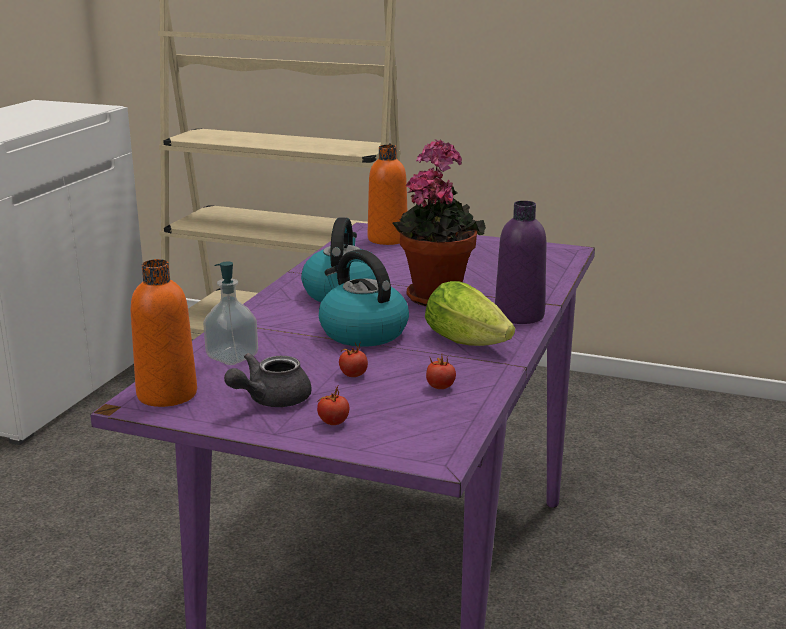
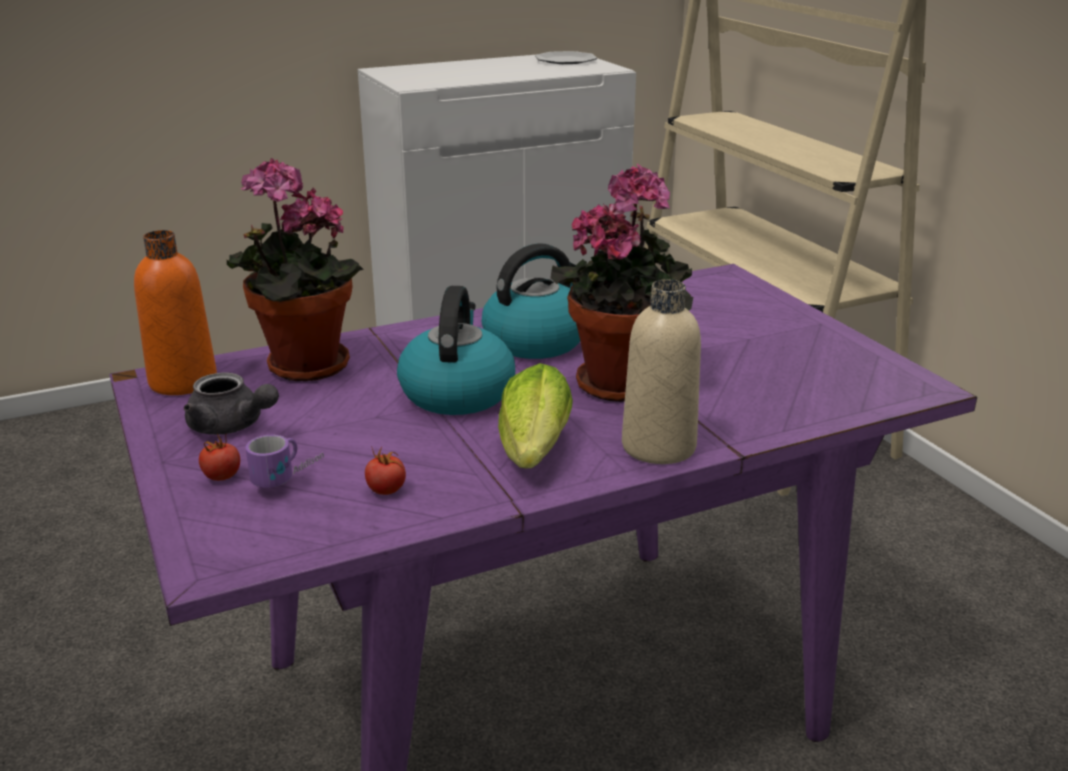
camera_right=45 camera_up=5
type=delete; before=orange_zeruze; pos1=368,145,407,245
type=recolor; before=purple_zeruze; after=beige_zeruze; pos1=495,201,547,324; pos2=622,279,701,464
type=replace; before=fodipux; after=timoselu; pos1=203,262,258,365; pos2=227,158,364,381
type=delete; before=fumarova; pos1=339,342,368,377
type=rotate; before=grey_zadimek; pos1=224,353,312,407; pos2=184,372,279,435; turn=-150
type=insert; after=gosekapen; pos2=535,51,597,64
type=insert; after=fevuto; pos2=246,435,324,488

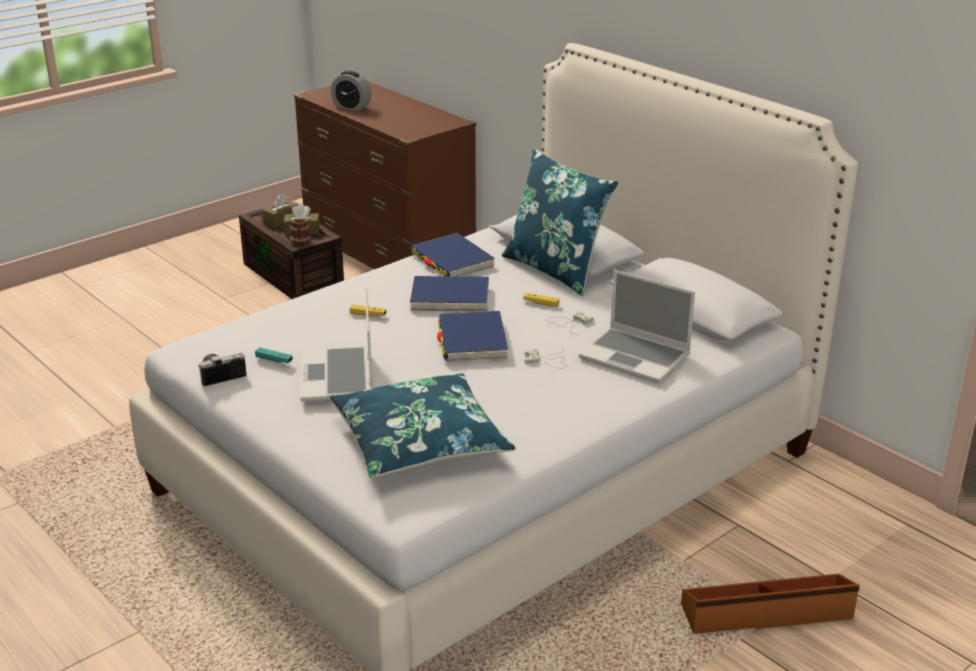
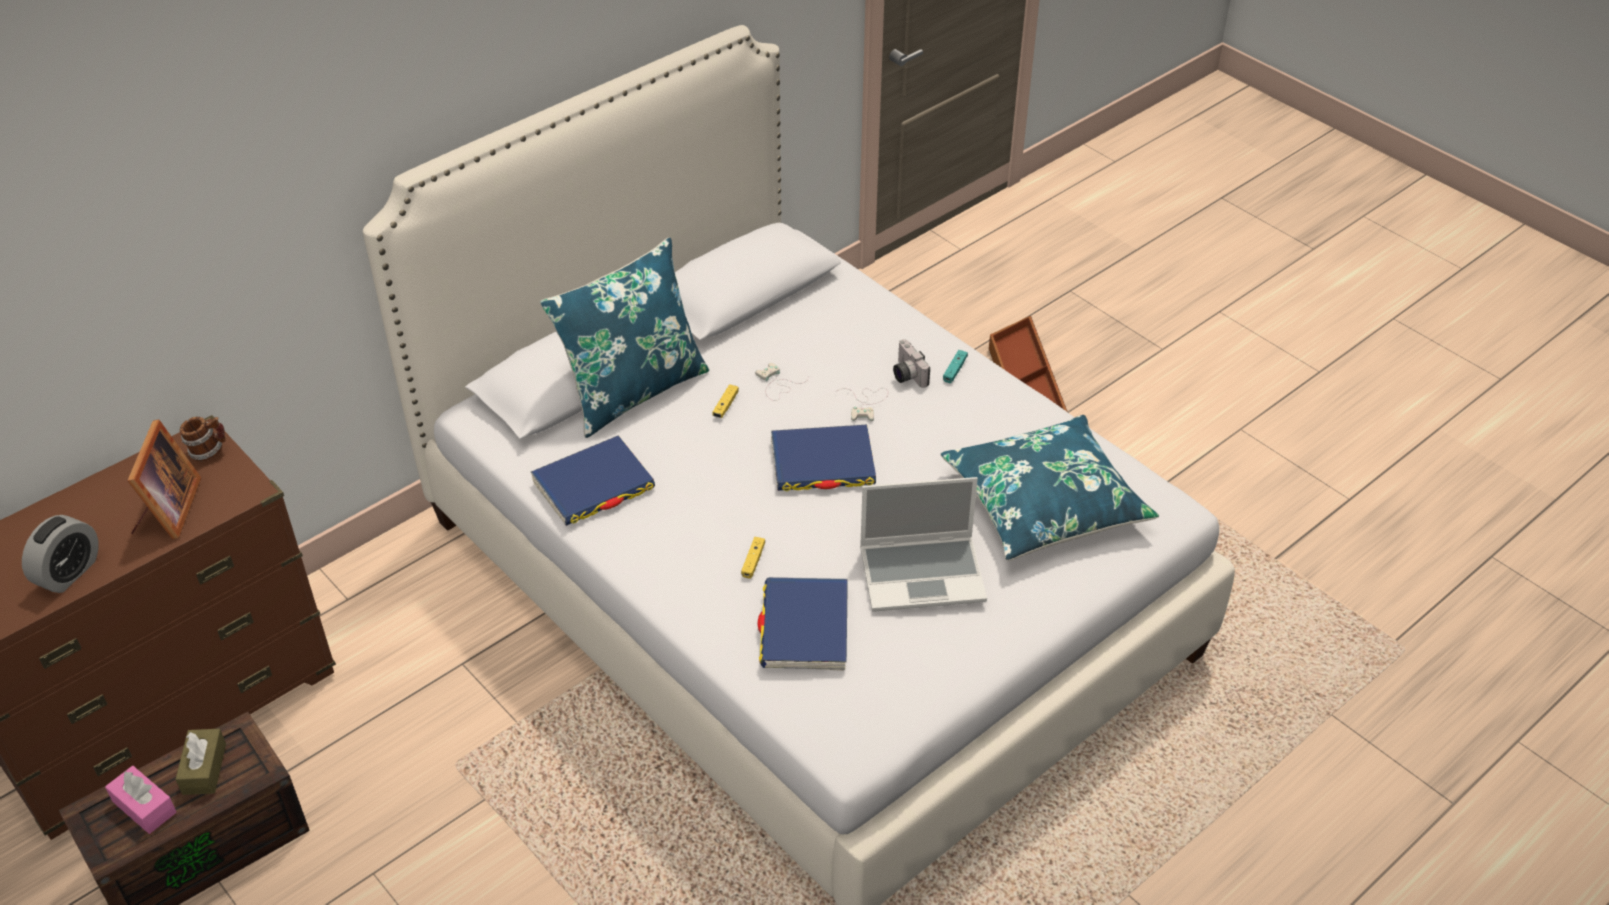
camera_right=-90 camera_up=15
type=recolor; before=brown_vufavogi; after=pink_vufavogi; pos1=262,194,298,227; pos2=105,766,176,834
type=move; before=fevuto; pos1=290,219,311,244; pos2=180,417,226,462
type=delete; before=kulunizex; pos1=579,270,695,383
type=move; before=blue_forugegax; pos1=410,276,489,311; pos2=758,577,848,671
type=move; before=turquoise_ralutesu; pos1=255,348,293,363; pos2=943,350,968,383
type=move; before=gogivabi; pos1=198,353,247,386; pos2=893,339,930,388
type=insert; after=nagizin; pos2=127,419,201,539

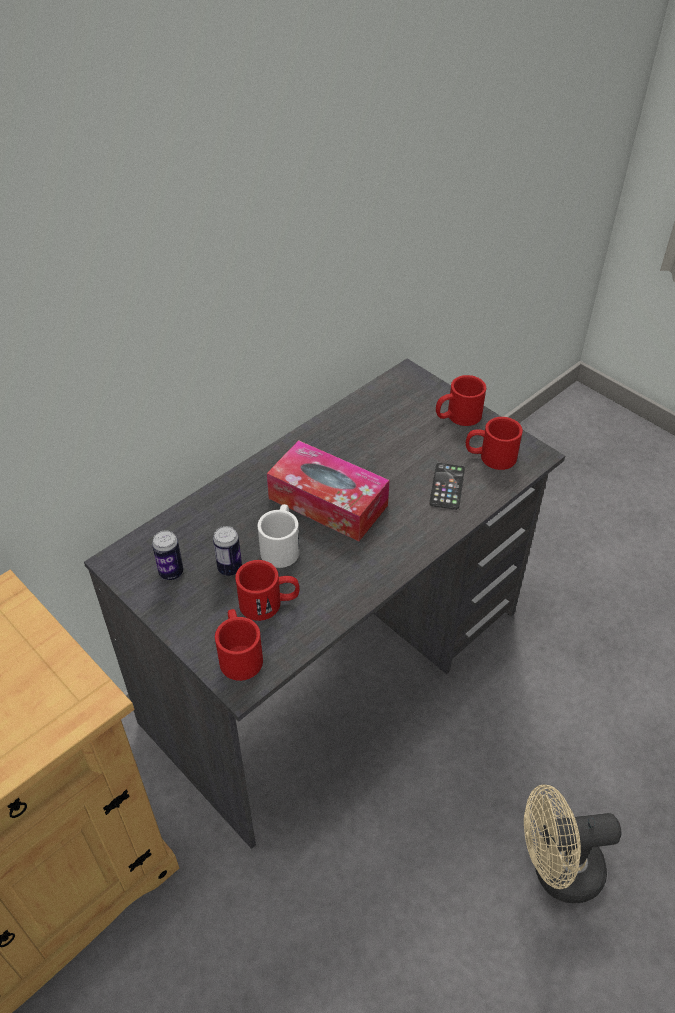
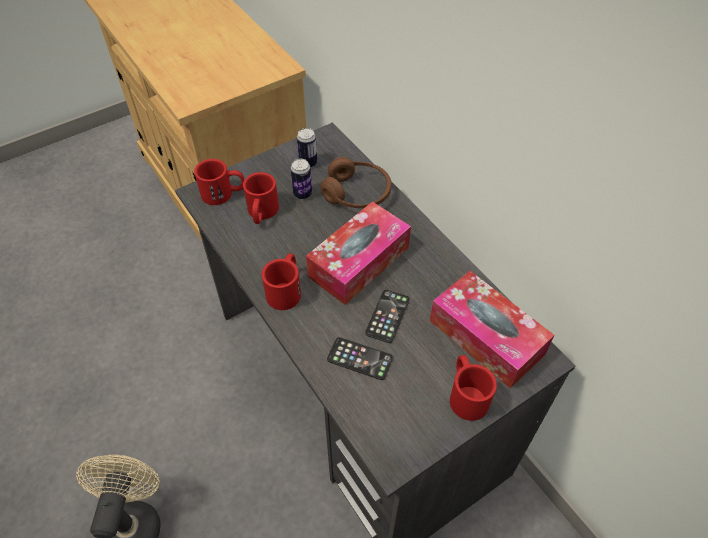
camera_right=100 camera_up=5
type=move; before=red_fevuto; pos1=466,417,523,470; pos2=262,253,301,310
type=delete; before=white_fevuto; pos1=258,504,300,568
type=insert; after=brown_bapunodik; pos2=320,157,391,208
type=insert; after=vufavogi; pos2=430,271,554,389
type=insert; after=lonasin; pos2=365,290,410,343

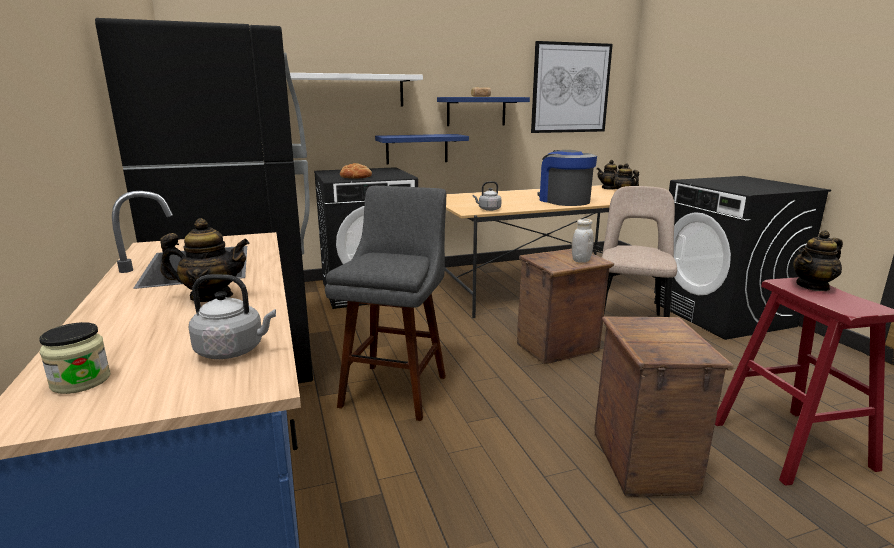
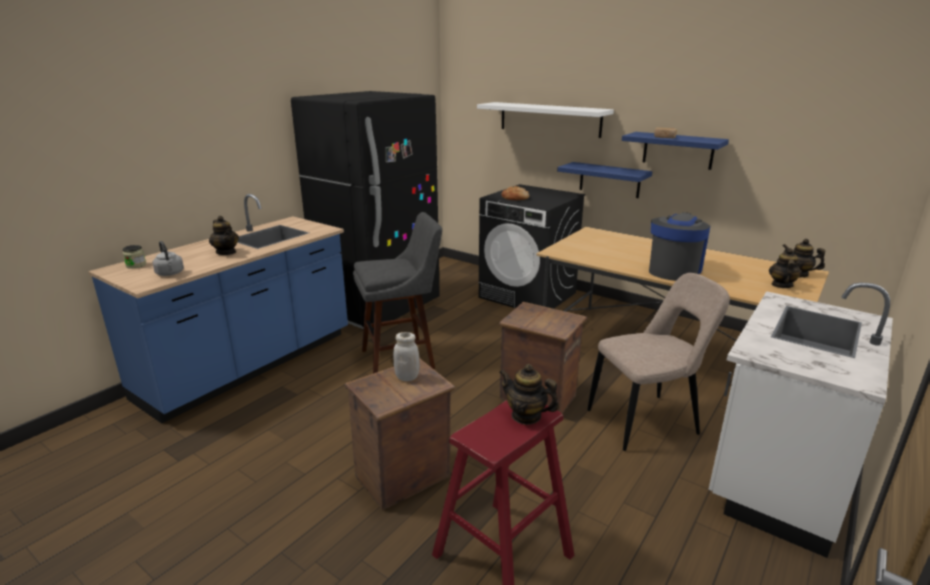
camera_right=55 camera_up=5
type=delete; before=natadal; pos1=531,41,613,133
type=replace; before=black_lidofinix; after=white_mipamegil; pos1=654,176,831,340; pos2=709,283,893,558
type=delete; before=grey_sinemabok; pos1=473,181,502,211
type=move; before=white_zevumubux; pos1=572,219,594,263; pos2=393,332,420,381

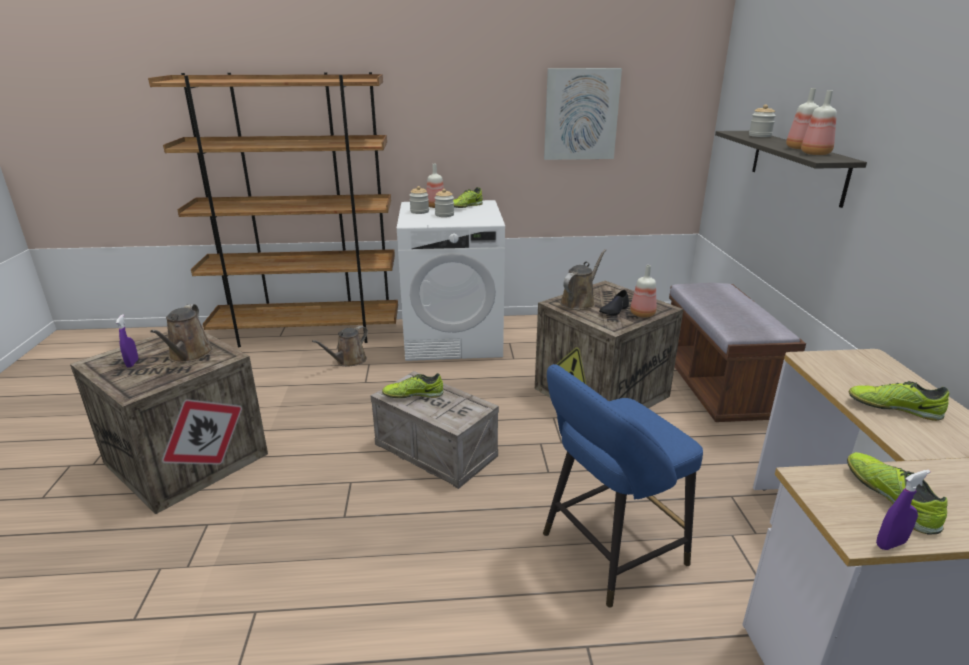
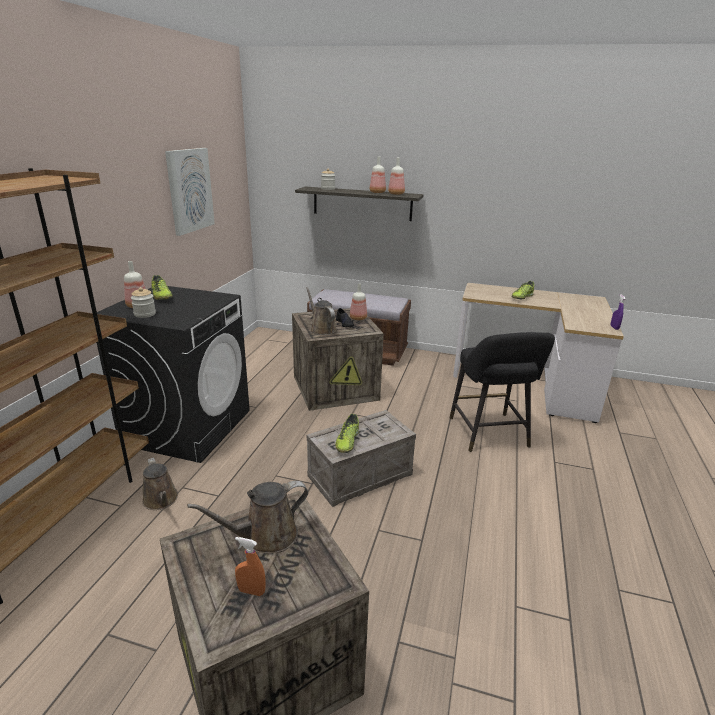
camera_right=-70 camera_up=0
type=delete; before=zevumubux; pos1=435,189,454,217
type=recolor; before=white_lidofinix; after=black_lidofinix; pos1=397,200,505,361; pos2=97,286,250,463
type=rotate; before=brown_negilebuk; pos1=150,304,213,363; pos2=187,481,308,553; turn=135
type=recolor; before=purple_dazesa; after=orange_dazesa; pos1=116,314,138,367; pos2=235,537,266,596
type=recolor; before=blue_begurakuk; after=black_begurakuk; pos1=543,364,703,608; pos2=450,332,555,452
type=delete; before=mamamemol; pos1=847,452,948,535

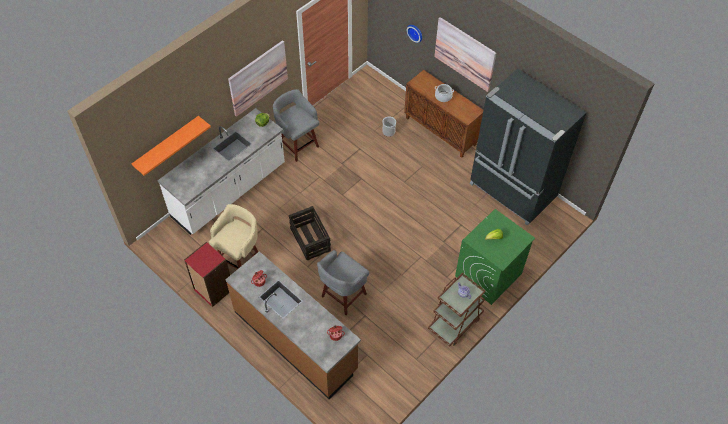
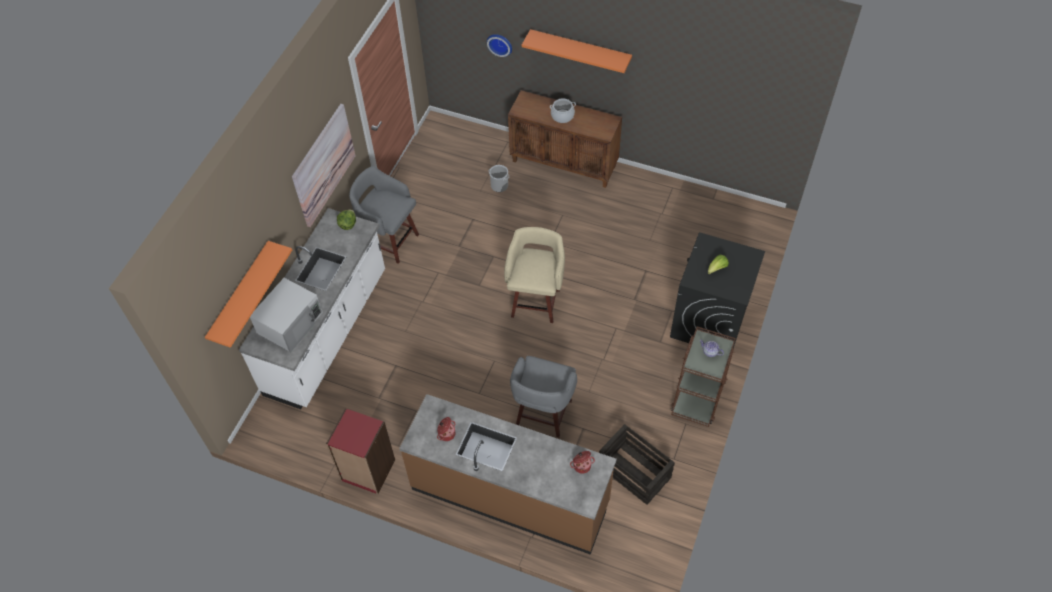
camera_right=-20 camera_up=0
type=replace; before=natadal; after=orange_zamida; pos1=434,17,496,92; pos2=522,29,632,73
type=delete; before=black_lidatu; pos1=470,69,587,226
type=move; before=beige_begurakuk; pos1=209,204,258,269; pos2=504,227,565,323
type=move; before=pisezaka; pos1=289,206,331,261; pos2=599,424,675,505
type=recolor; before=green_lidofinix; after=black_lidofinix; pos1=455,209,535,305; pos2=670,232,765,348
type=insert; after=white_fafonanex; pos2=250,278,323,352

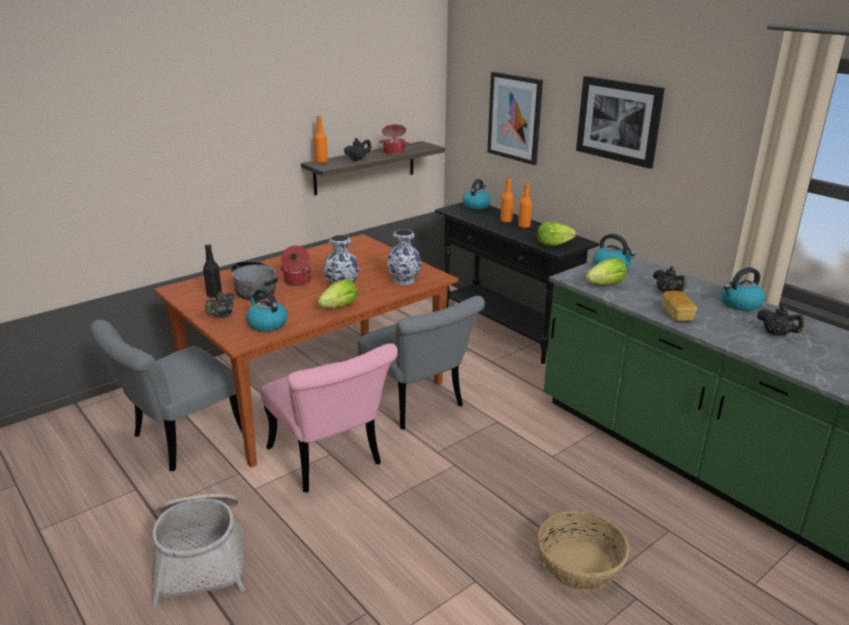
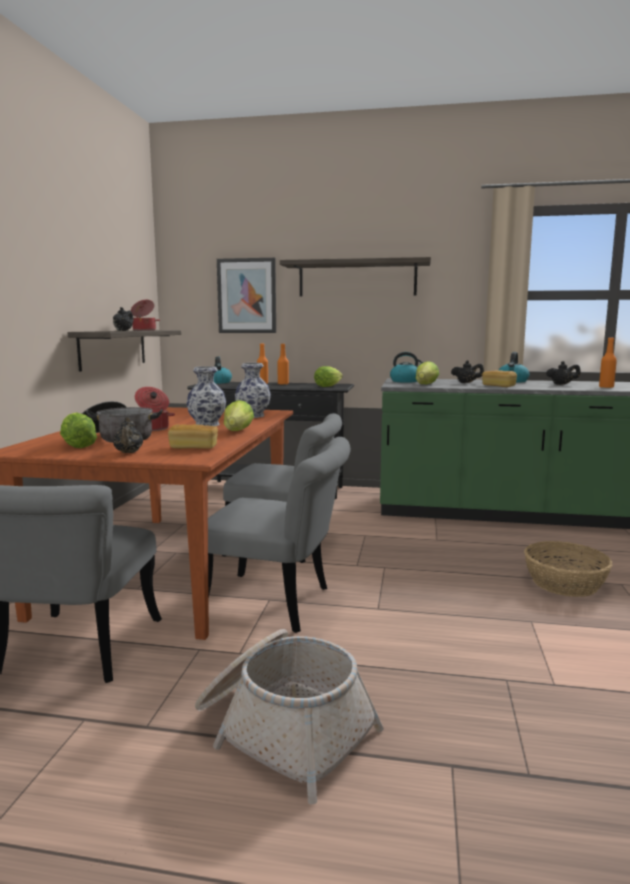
camera_right=-40 camera_up=-15
type=replace; before=natadal; after=zamida; pos1=576,76,665,169; pos2=280,257,431,296
type=move; before=orange_zeruze; pos1=314,116,328,163; pos2=599,338,617,388
type=replace; before=black_zeruze; after=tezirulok; pos1=203,244,222,298; pos2=60,412,97,448
type=replace; before=sinemabok; after=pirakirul; pos1=246,288,287,332; pos2=168,424,218,449
type=recolor; before=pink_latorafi; after=grey_latorafi; pos1=261,343,398,492; pos2=208,437,351,633

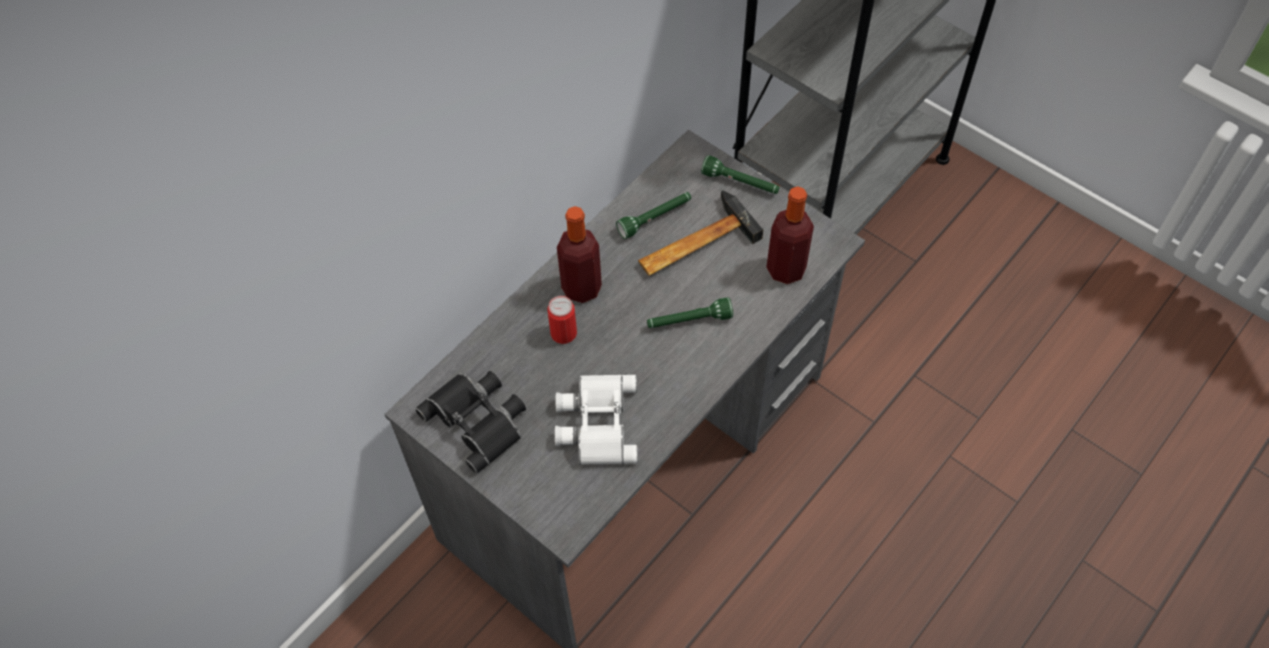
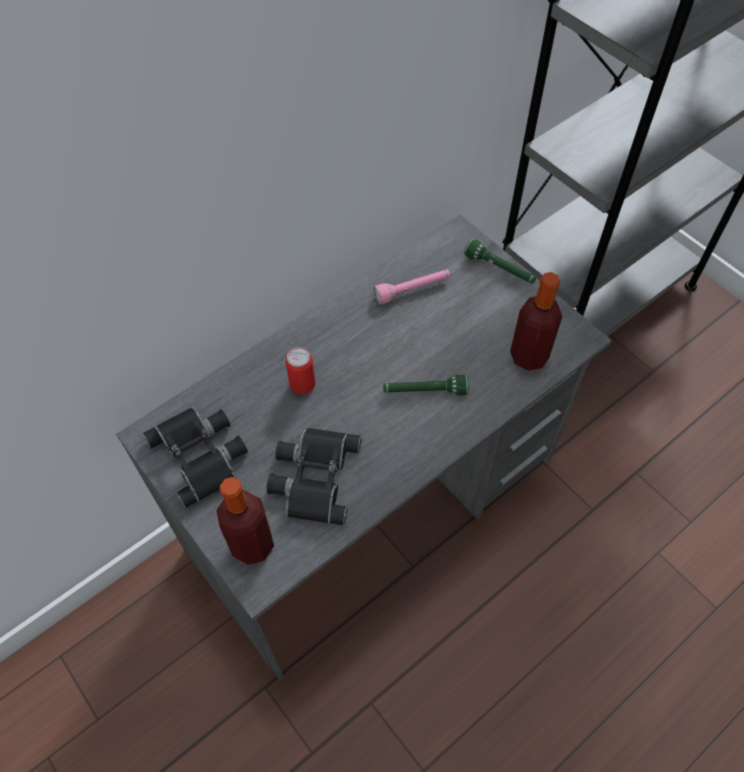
camera_right=10 camera_up=0
type=delete; before=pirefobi; pos1=638,190,763,276
type=recolor; before=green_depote; after=pink_depote; pos1=616,192,691,239; pos2=374,270,450,305
type=move; before=zeruze; pos1=557,206,602,303; pos2=216,477,274,565
type=recolor; before=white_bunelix; after=black_bunelix; pos1=555,374,638,465; pos2=267,427,362,525

